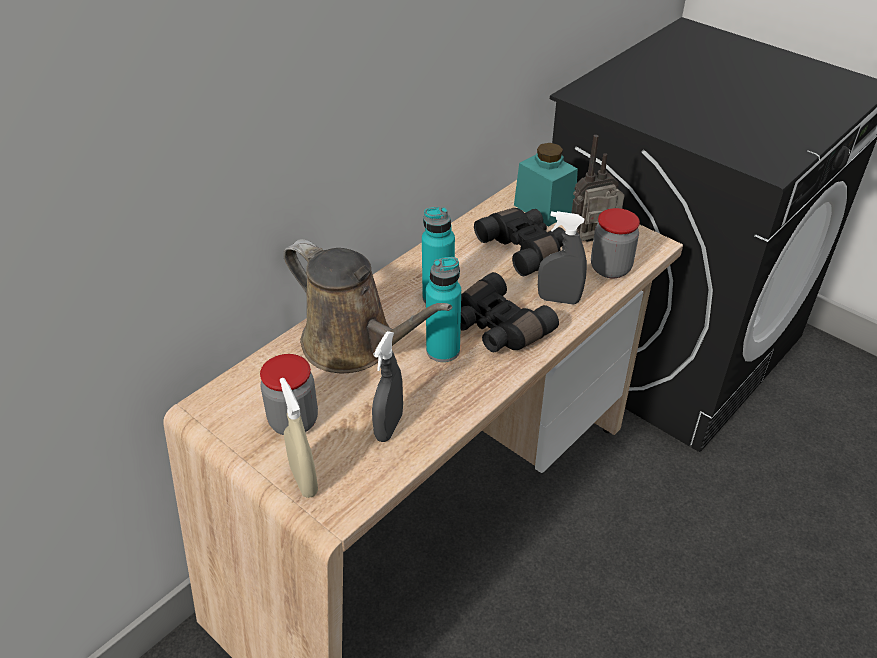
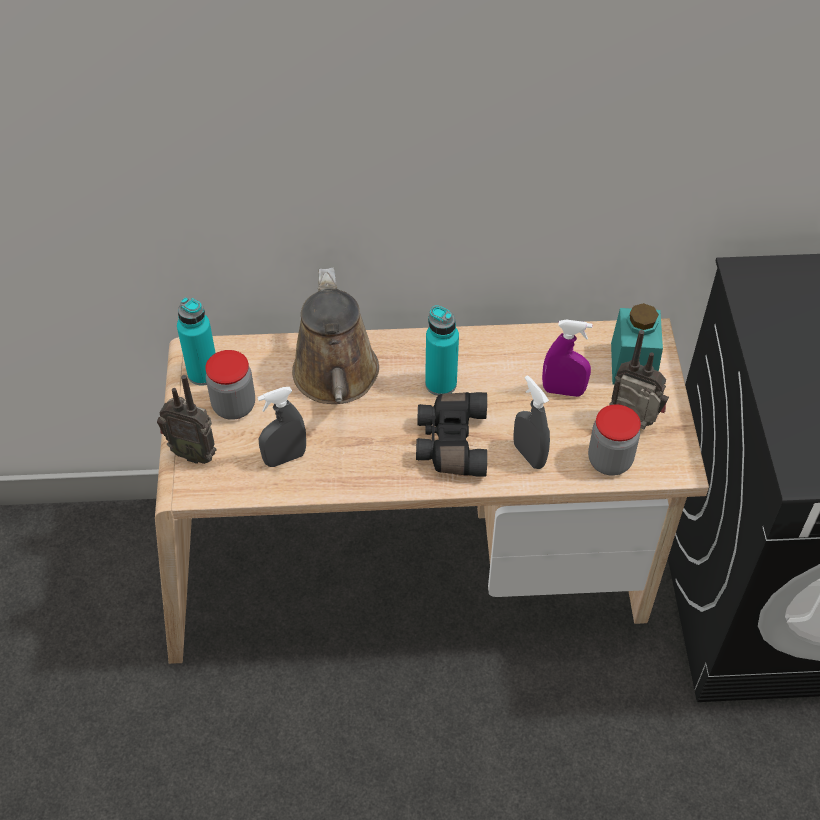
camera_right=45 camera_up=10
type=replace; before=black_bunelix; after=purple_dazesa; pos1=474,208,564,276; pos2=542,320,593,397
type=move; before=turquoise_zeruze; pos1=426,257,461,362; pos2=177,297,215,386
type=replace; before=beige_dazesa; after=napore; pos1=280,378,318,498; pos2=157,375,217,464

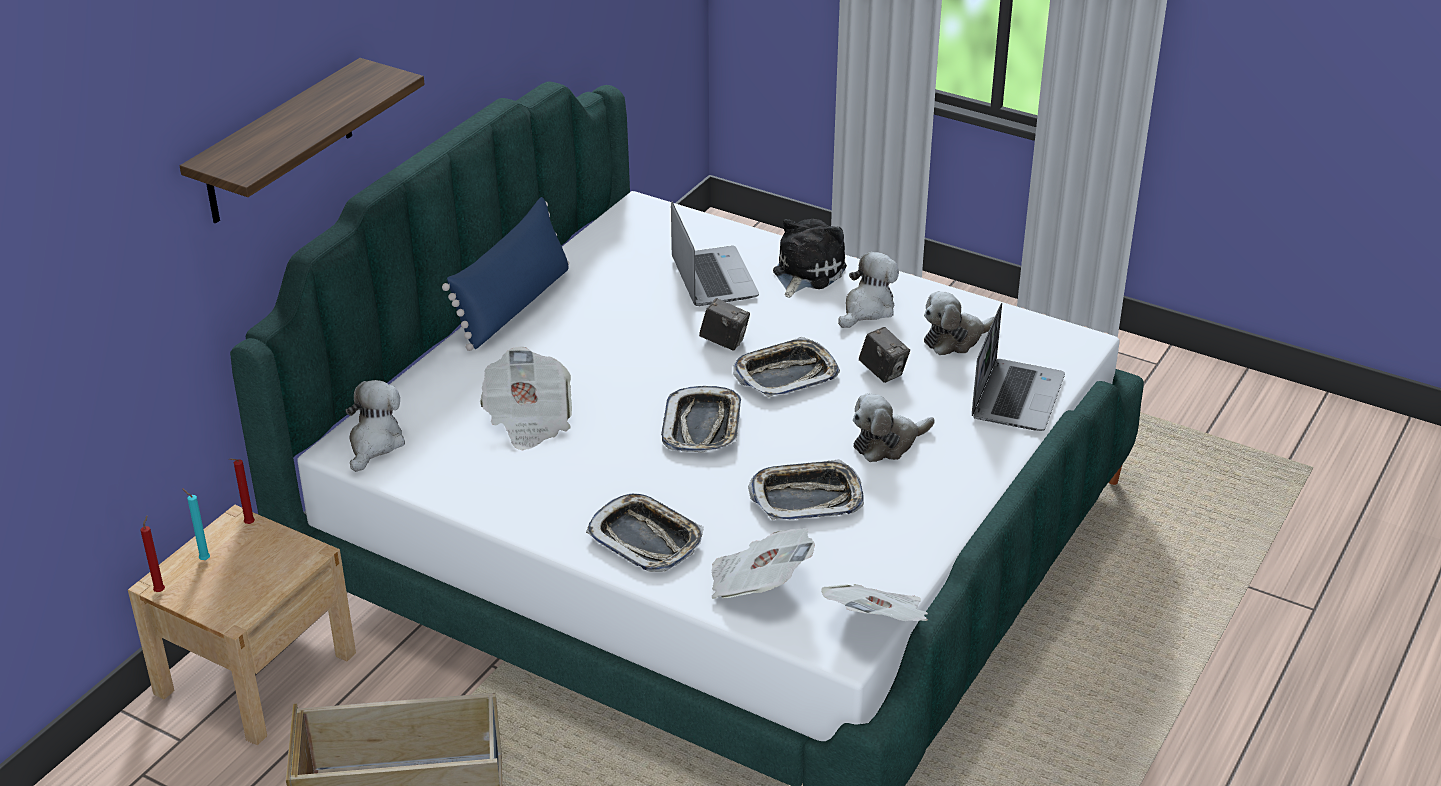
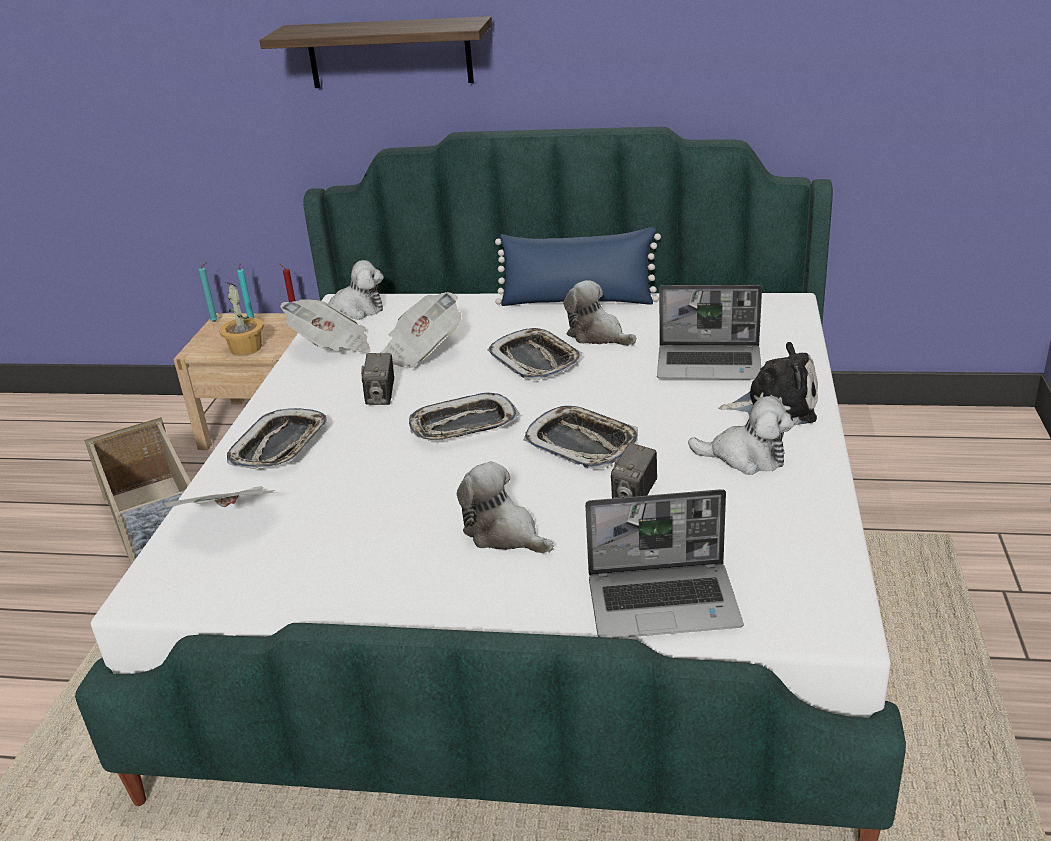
camera_right=70 camera_up=-5
type=rotate; before=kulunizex; pos1=671,201,759,306; pos2=657,285,762,380; turn=45
type=move; before=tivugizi; pos1=924,291,995,355; pos2=564,280,636,346
type=move; before=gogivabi; pos1=699,298,750,350; pos2=361,353,394,405
type=move; before=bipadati; pos1=748,459,864,520; pos2=487,328,583,380
type=recolor; before=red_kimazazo; after=turquoise_kimazazo; pos1=140,516,165,592; pos2=199,262,218,322
type=move; before=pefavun; pos1=821,584,928,621; pos2=280,299,371,353
type=insert; after=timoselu; pos2=219,282,264,356

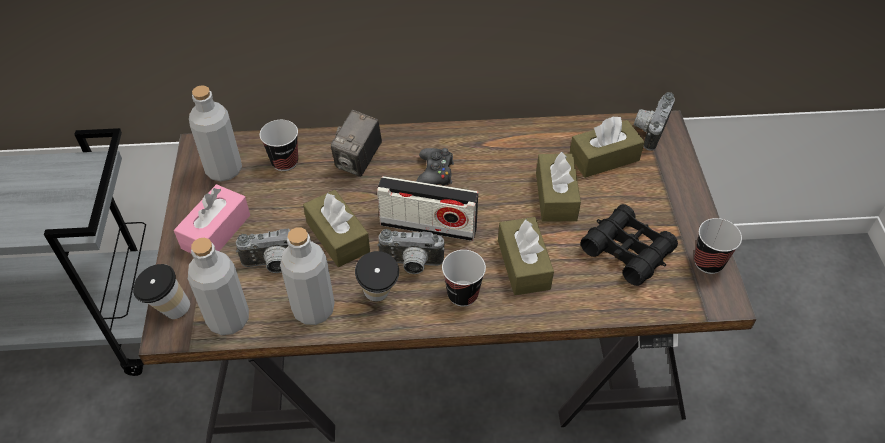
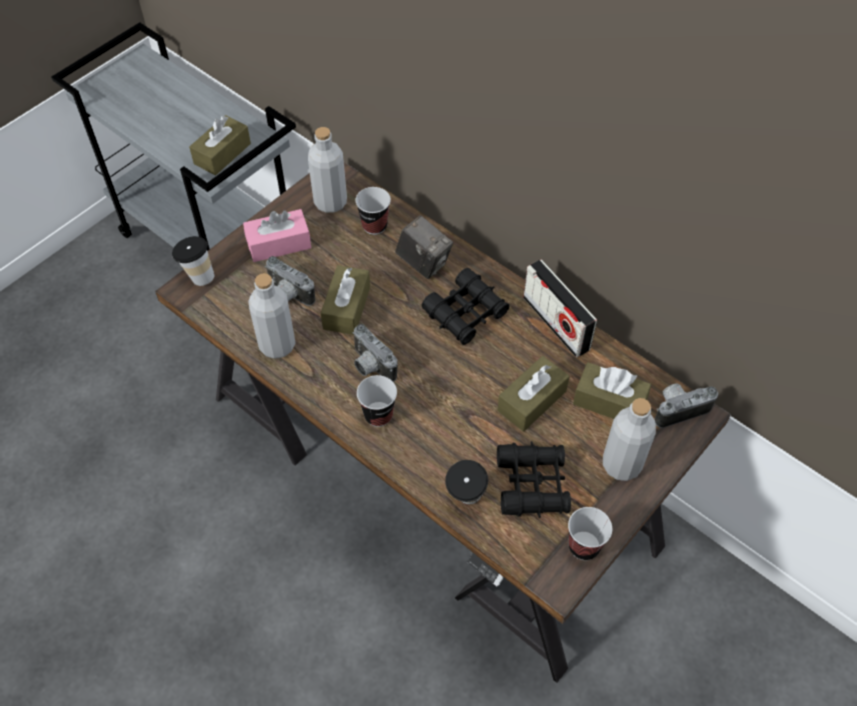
camera_right=45 camera_up=5
type=rotate; before=gogivabi; pos1=331,110,382,177; pos2=395,215,453,279; turn=-120
type=replace; before=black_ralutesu; after=black_bunelix; pos1=416,148,454,186; pos2=422,268,510,345
type=move; before=napore; pos1=377,176,478,241; pos2=523,259,597,357
type=move; before=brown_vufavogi; pos1=498,217,554,295; pos2=189,115,251,176
type=move; before=grey_zeruze; pos1=188,238,249,335; pos2=603,398,656,481
type=move; before=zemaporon; pos1=355,251,399,302; pos2=445,460,488,504

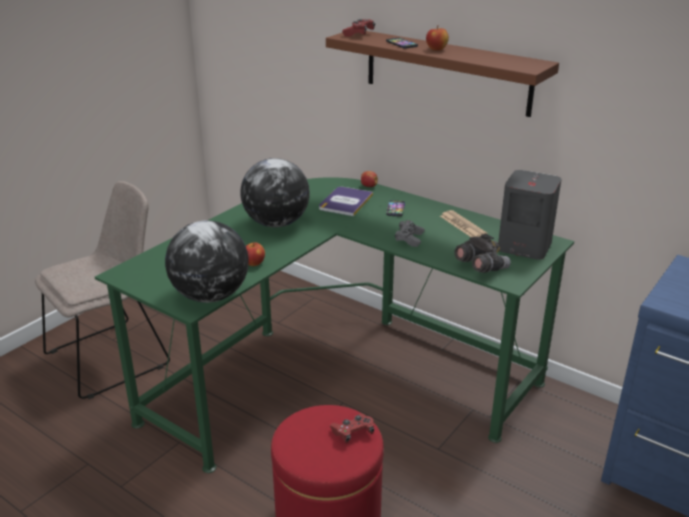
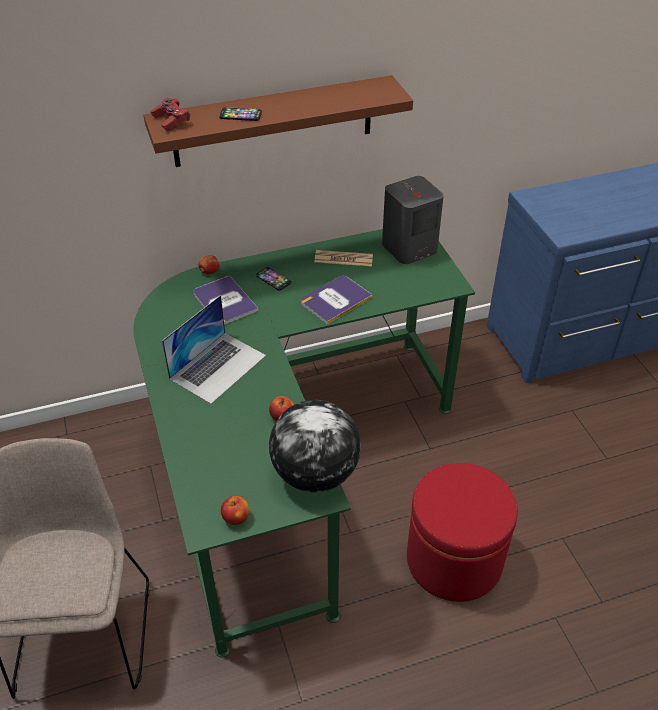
camera_right=-55 camera_up=15
type=move; before=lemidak; pos1=426,25,449,51; pos2=221,496,250,525
type=replace; before=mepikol; after=kulunizex; pos1=240,158,310,227; pos2=162,295,266,404
type=replace; before=grey_ralutesu; after=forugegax; pos1=395,220,425,247; pos2=301,276,373,325
type=delete; before=grey_bunelix; pos1=454,233,511,273
type=delete; before=red_ralutesu; pos1=330,413,374,444

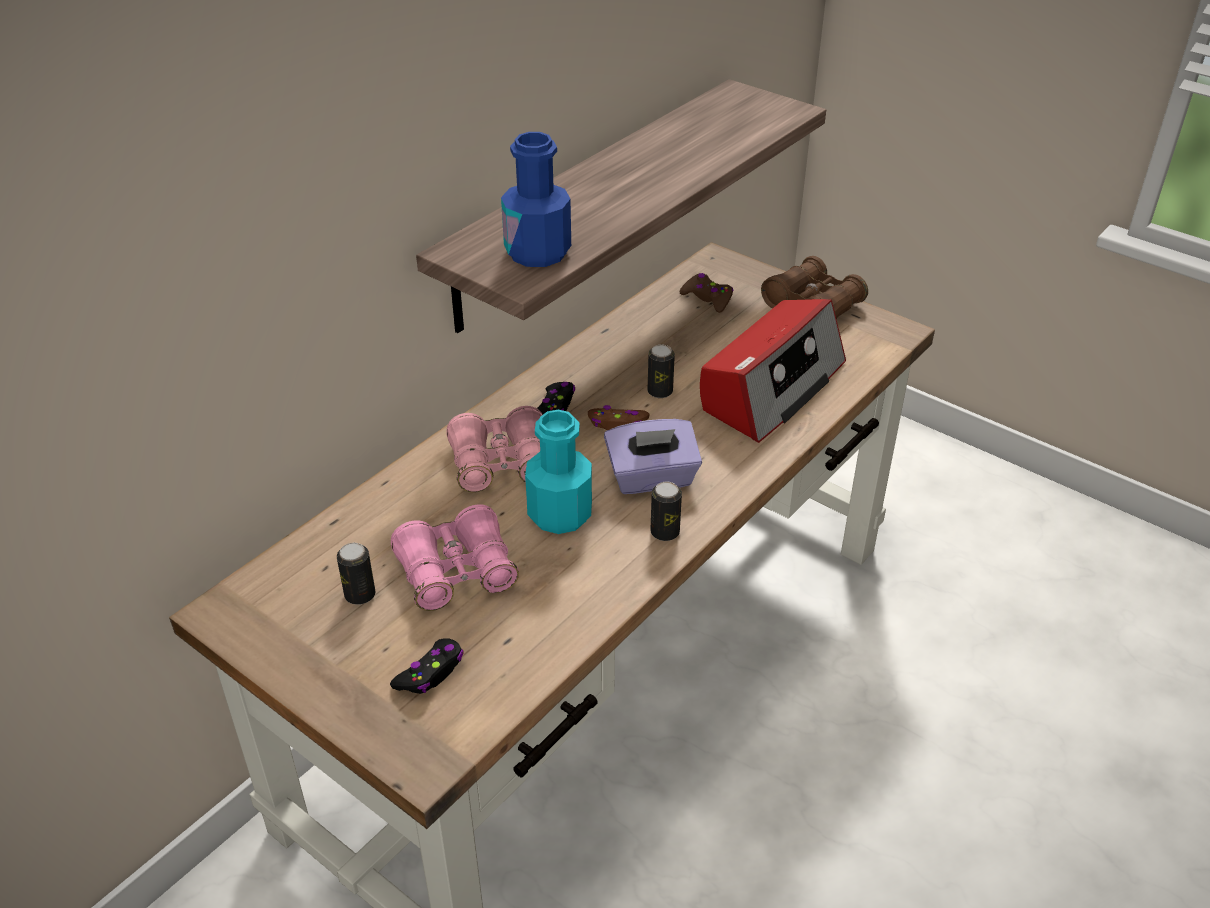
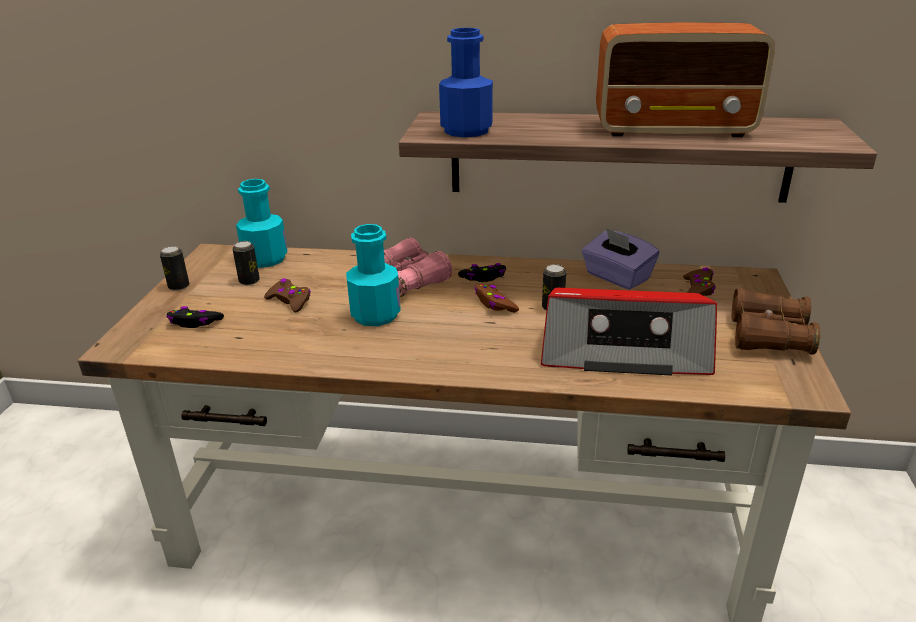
camera_right=60 camera_up=-10
type=move; before=purple_vufavogi; pos1=604,419,702,494; pos2=582,228,660,290
type=move; before=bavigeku; pos1=650,481,682,541; pos2=160,246,189,291
type=replace; before=pink_bunelix; after=brown_ralutesu; pos1=391,504,519,611; pos2=264,278,311,313
type=insert; after=napore; pos2=596,22,775,137
type=insert; after=turquoise_zeruze; pos2=236,179,287,268

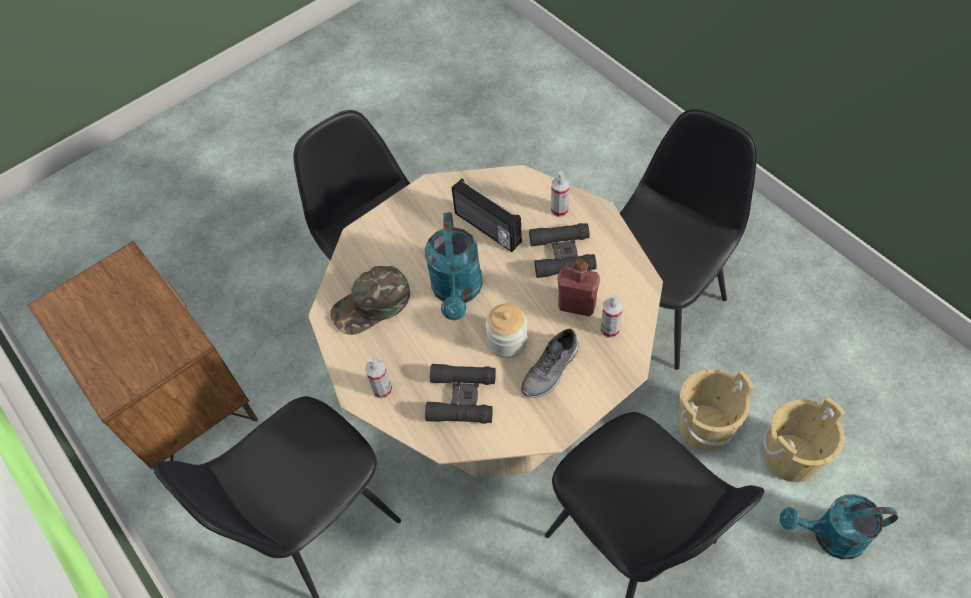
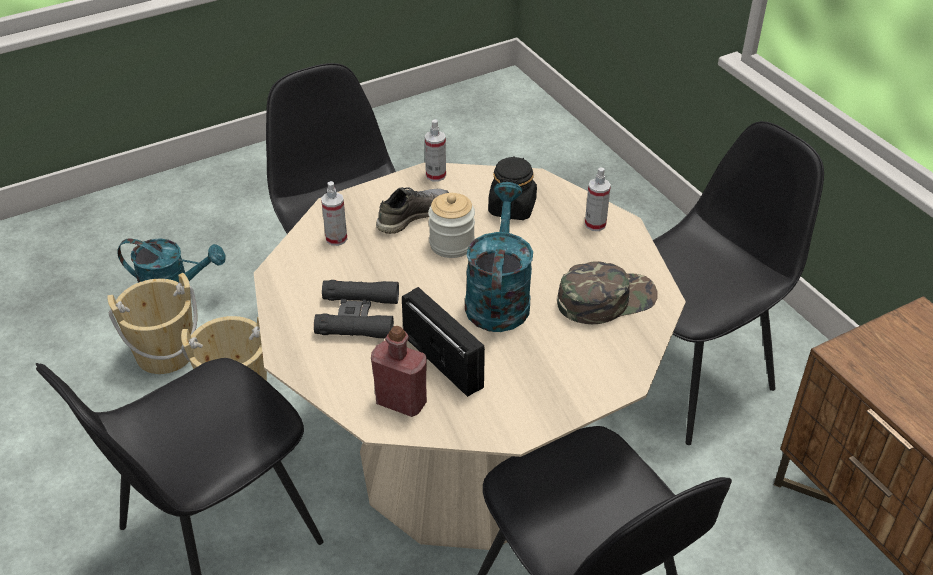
camera_right=-175 camera_up=-15
type=move; before=dazesa; pos1=551,171,570,217; pos2=425,119,446,182
type=move; before=red_zeruze; pos1=557,259,600,317; pos2=371,326,427,417
type=replace; before=black_bunelix; after=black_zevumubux; pos1=425,364,496,424; pos2=488,157,537,220

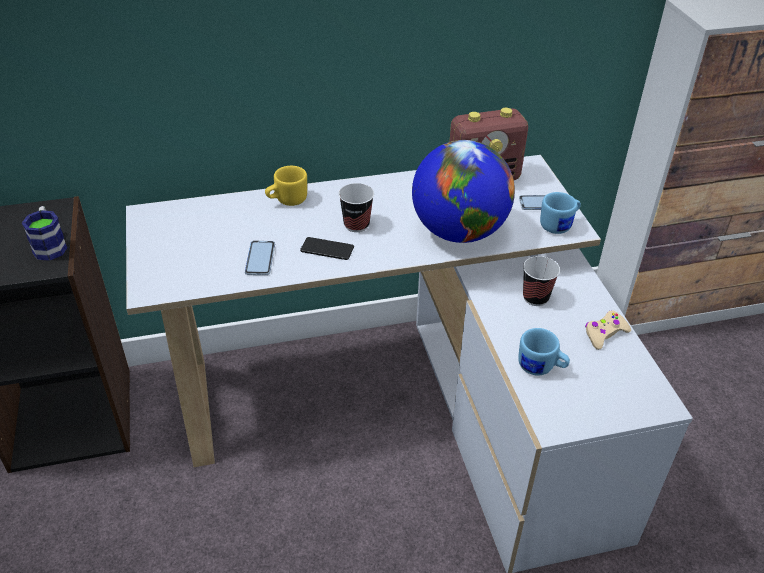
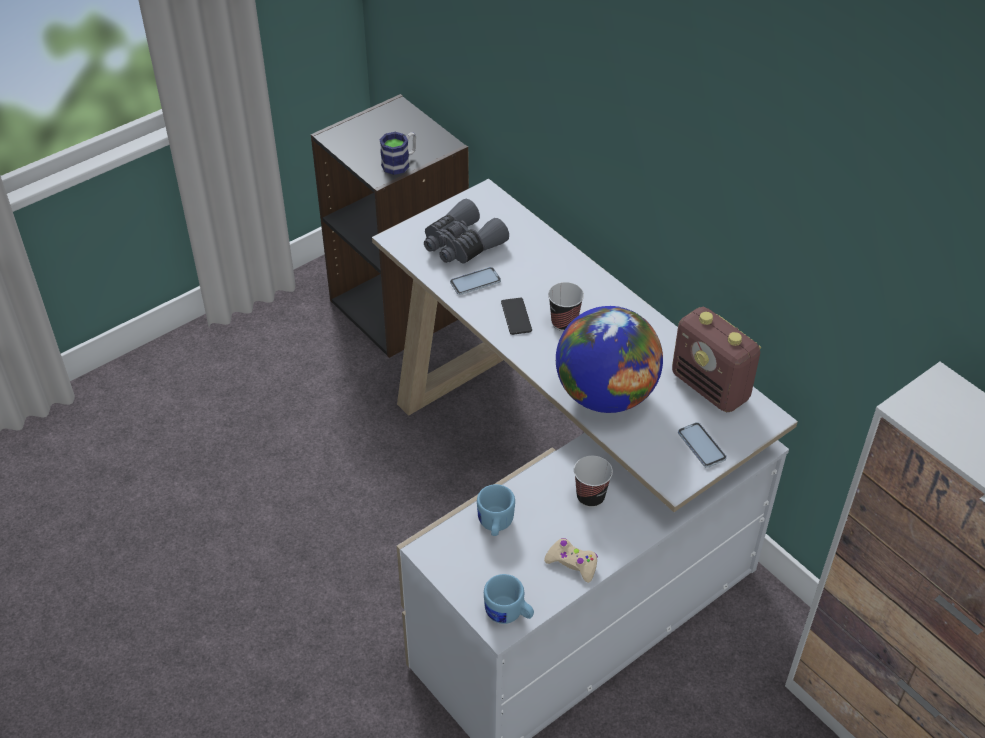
camera_right=65 camera_up=5
type=delete; before=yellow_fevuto; pos1=265,166,307,206
type=move; before=blue_fevuto; pos1=540,192,581,234; pos2=484,574,534,624
type=insert; after=grey_bunelix; pos2=424,199,509,263

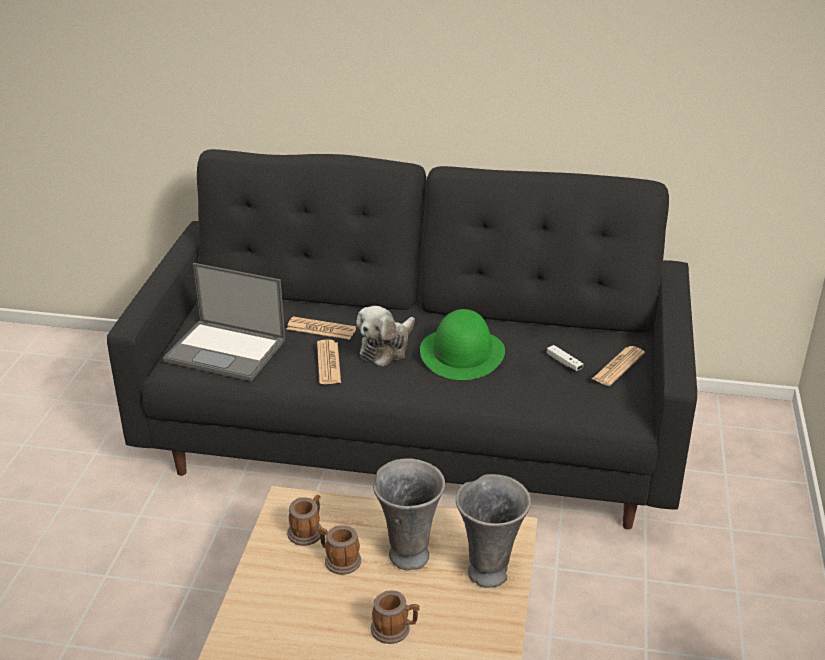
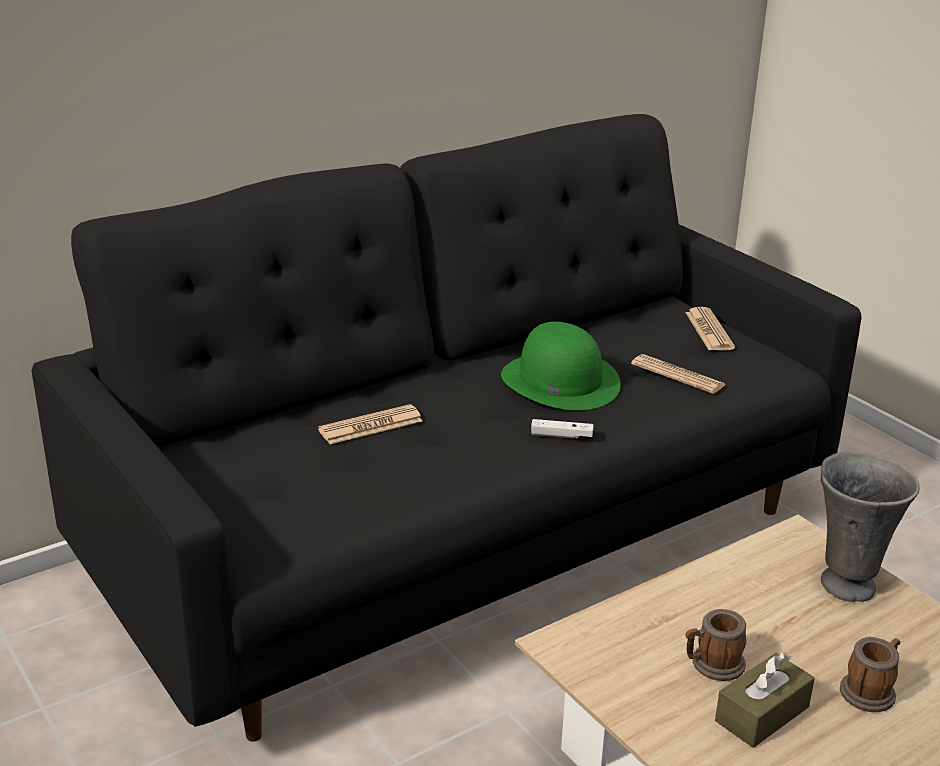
camera_right=-45 camera_up=-5
type=delete; before=kulunizex; pos1=163,263,285,381
type=delete; before=tivugizi; pos1=356,306,415,367
type=move; before=pefavun; pos1=317,339,341,384; pos2=631,354,725,394
type=move; before=white_ralutesu; pos1=547,345,583,371; pos2=531,419,594,439
type=delete; before=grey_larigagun; pos1=373,458,445,571
type=delete; before=fevuto; pos1=287,495,322,546
type=insert; after=brown_vufavogi; pos2=715,652,815,748

